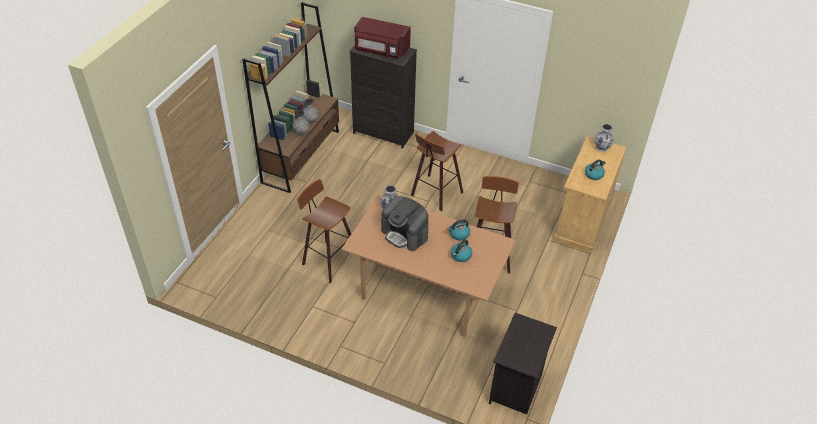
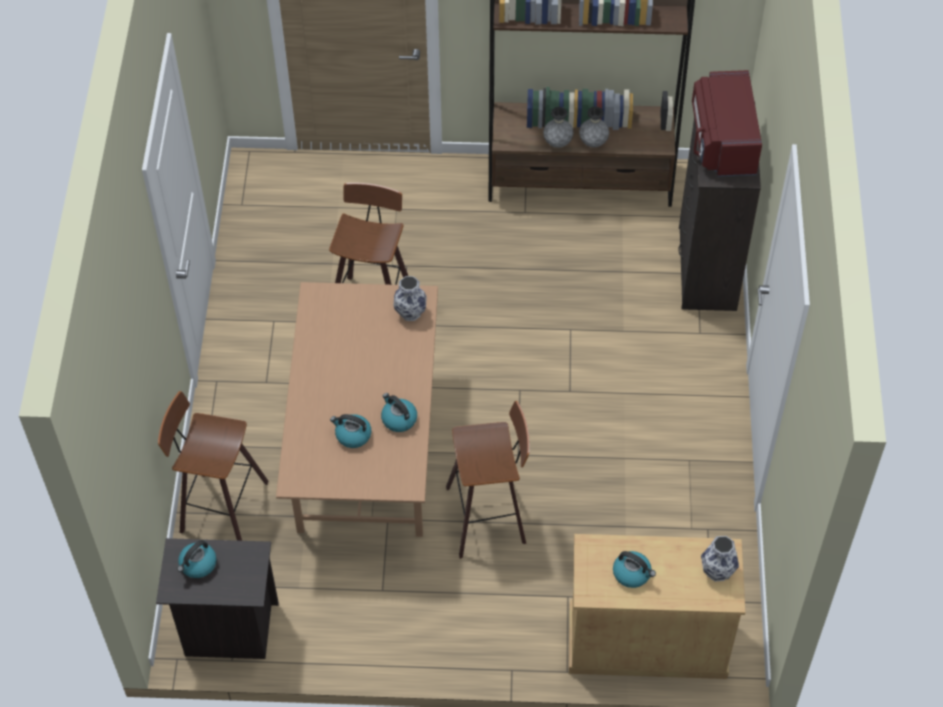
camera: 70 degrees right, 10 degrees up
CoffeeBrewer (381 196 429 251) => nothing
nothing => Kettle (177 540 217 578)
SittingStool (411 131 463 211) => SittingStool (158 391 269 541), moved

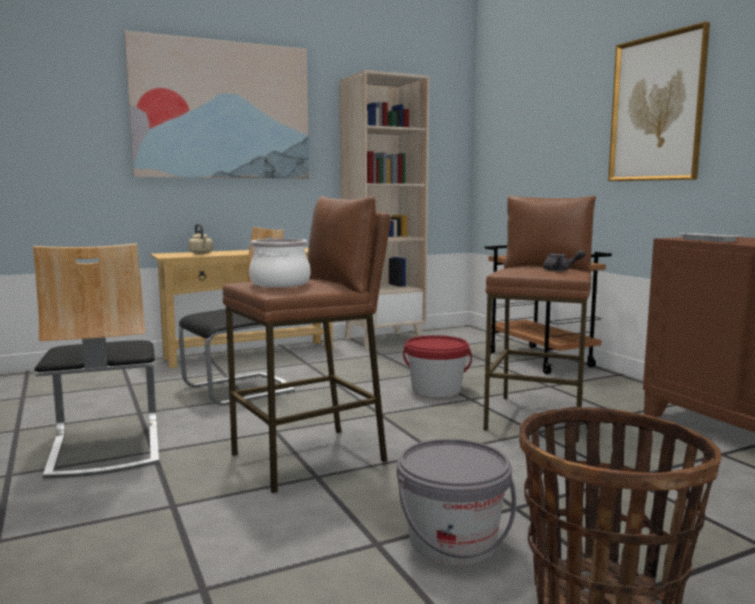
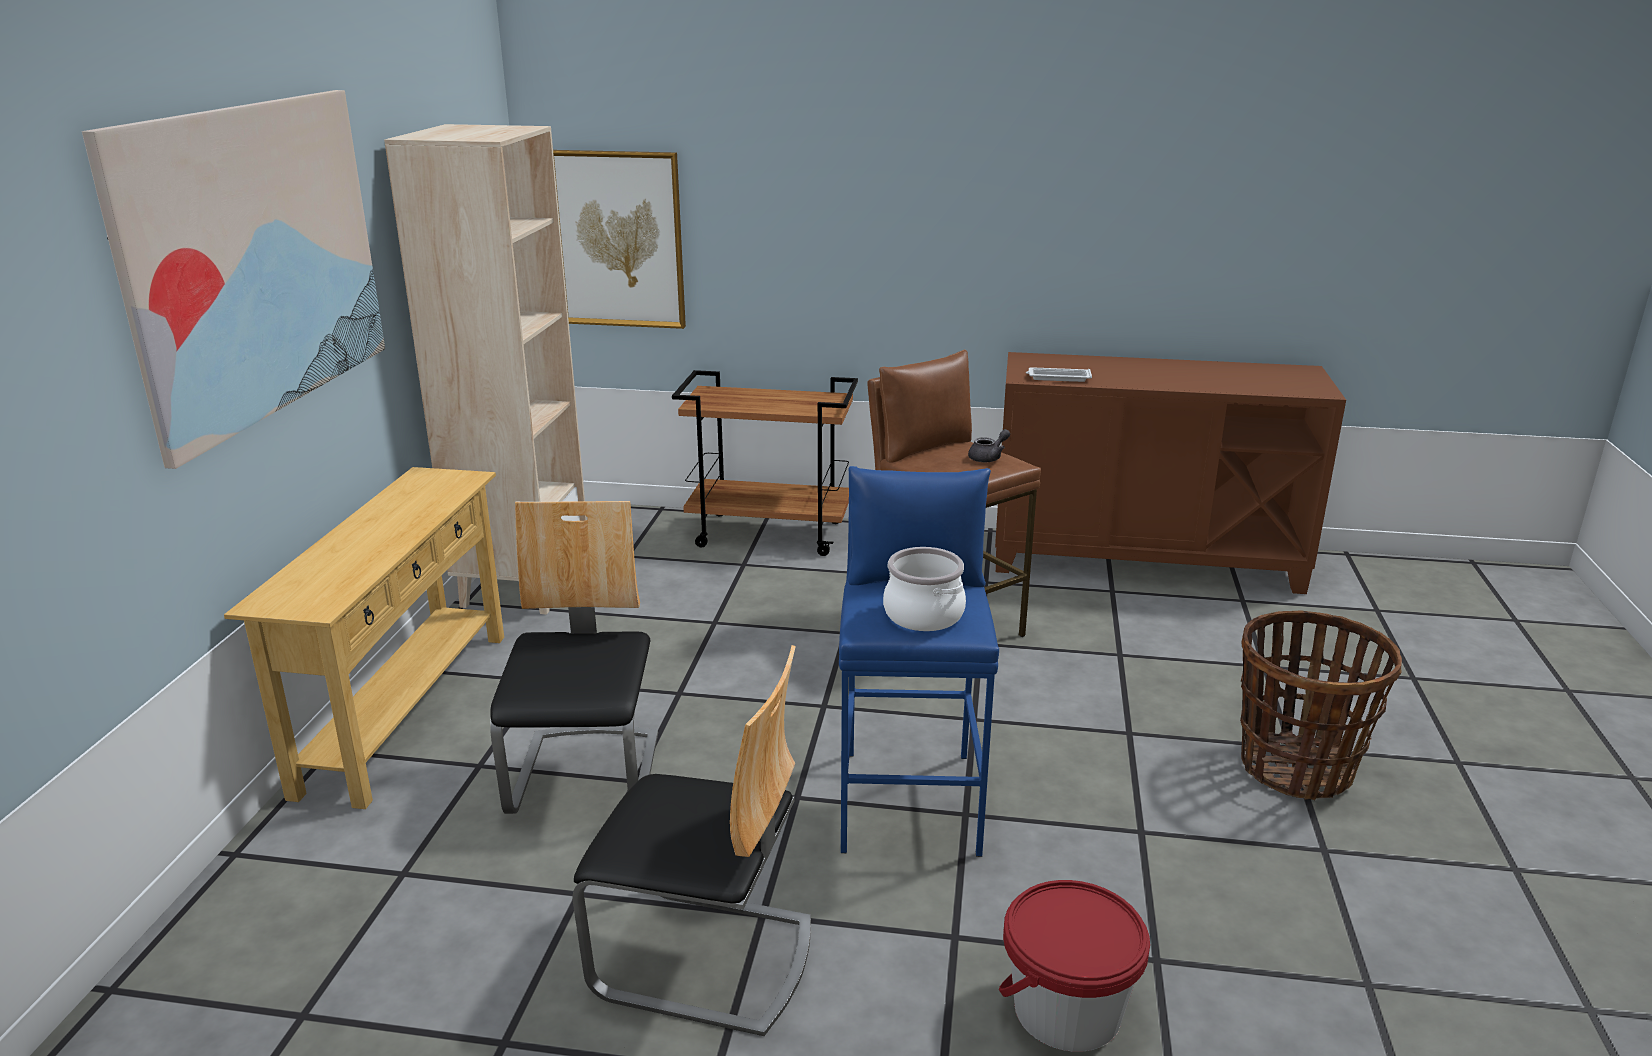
camera: 55 degrees left, 15 degrees up
SandColouredKettle (188 224 213 254) => nothing
GreyPail (397 439 516 565) => nothing
RedColouredPail (403 335 472 398) => RedColouredPail (999 880 1150 1052), moved
WallArt (608 22 710 181) => WallArt (553 150 686 329), moved
BrownSittingStool (223 196 391 493) => BluishSittingStool (839 466 999 857)

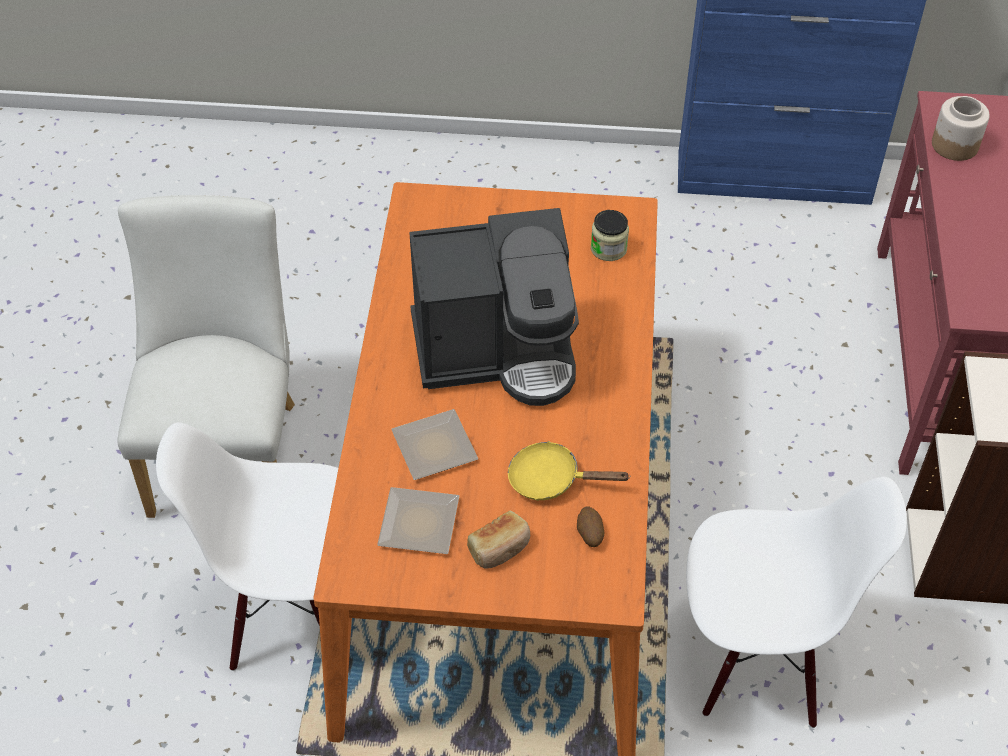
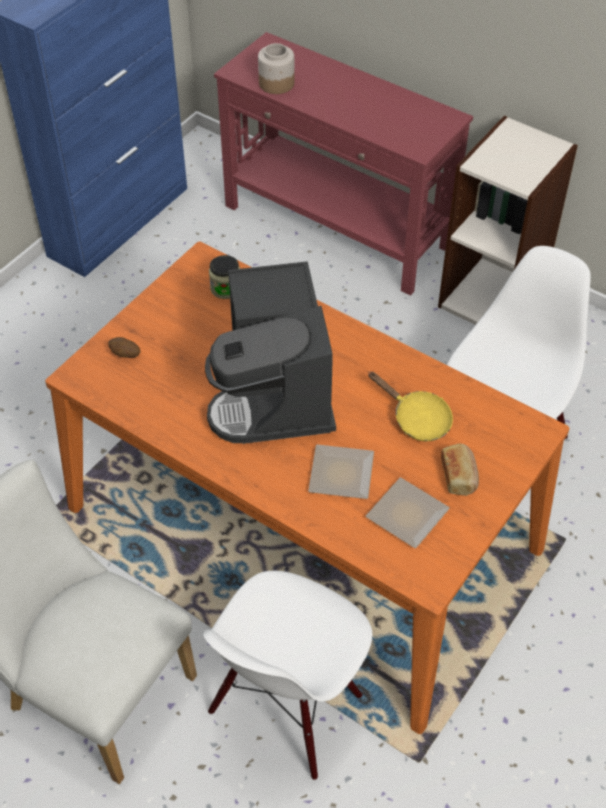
camera: 60 degrees left, 0 degrees up
WholePotato (577 506 604 547) => WholePotato (108 337 141 358), moved
CoffeeBrewer (409 208 579 406) => CoffeeBrewer (205 261 336 444), 150 degrees clockwise
YellowishSkillet (508 441 631 501) => YellowishSkillet (368 371 453 441), 90 degrees counterclockwise

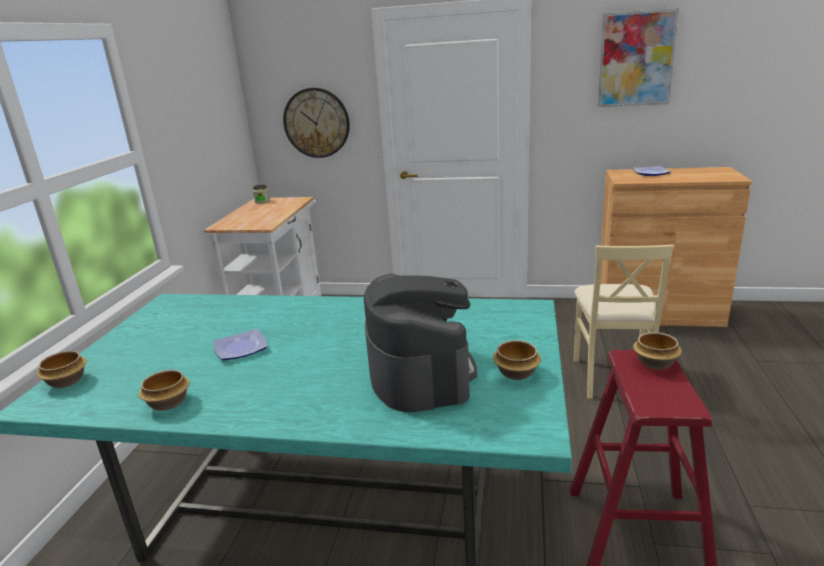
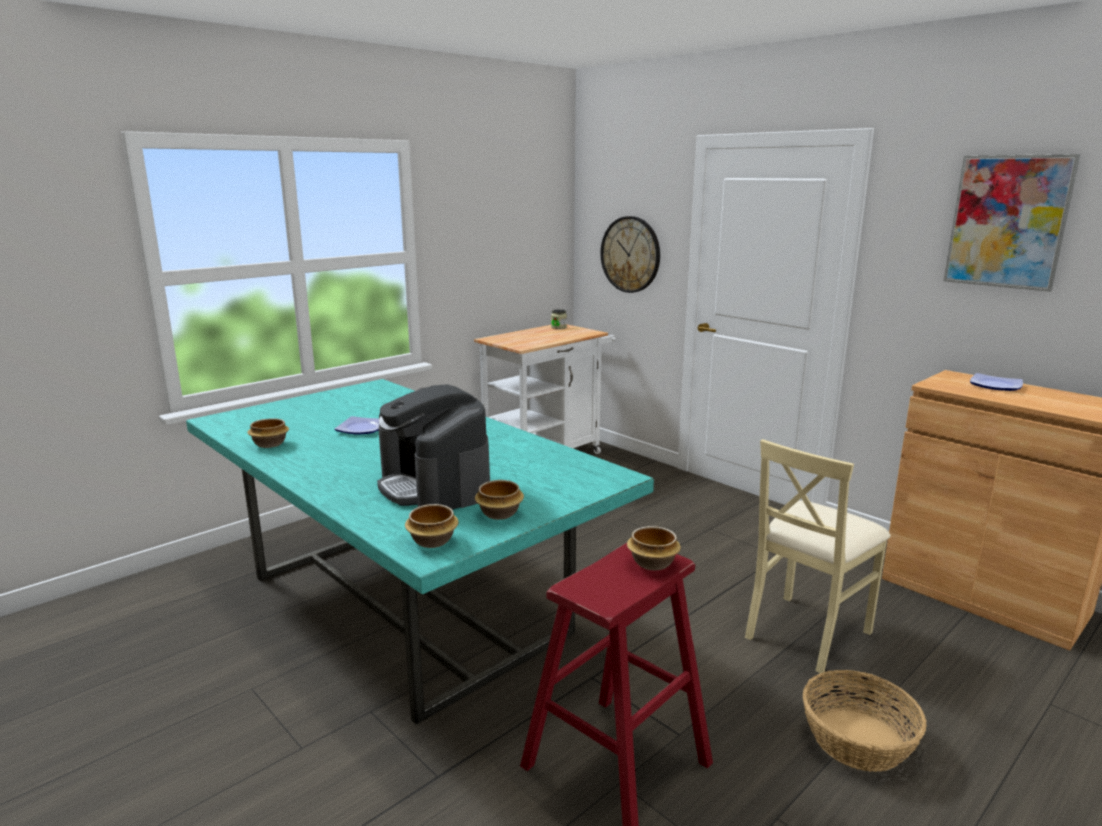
camera: 35 degrees right, 5 degrees down
nothing => Basket (803 670 927 772)
DeepDish (37 351 87 388) => DeepDish (405 504 459 548), moved
CoffeeBrewer (364 274 477 412) => CoffeeBrewer (377 384 490 510), 120 degrees clockwise

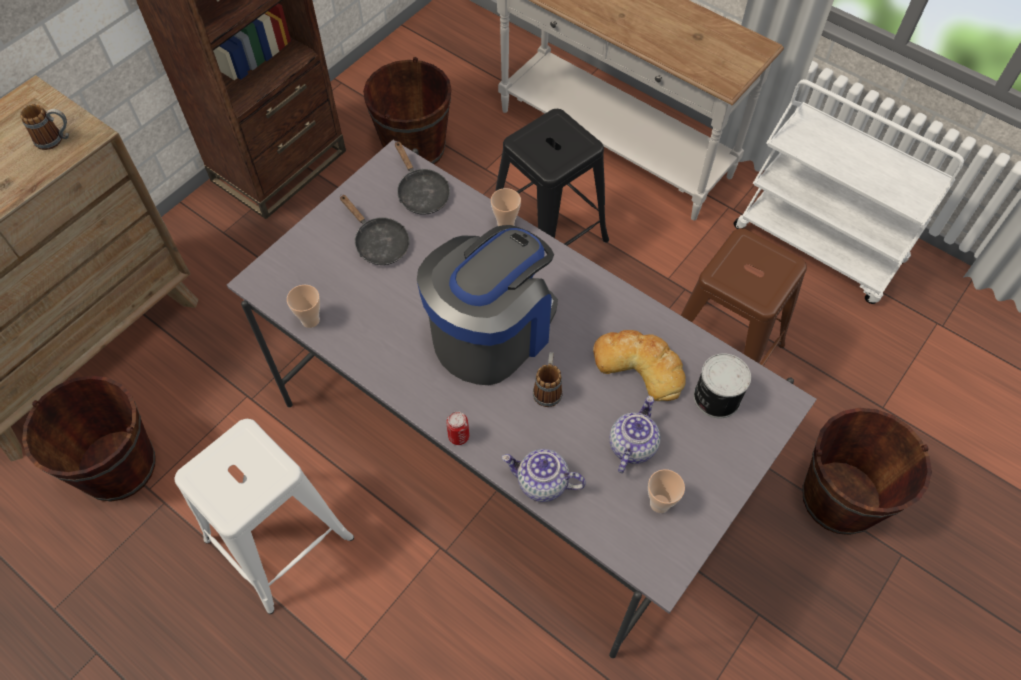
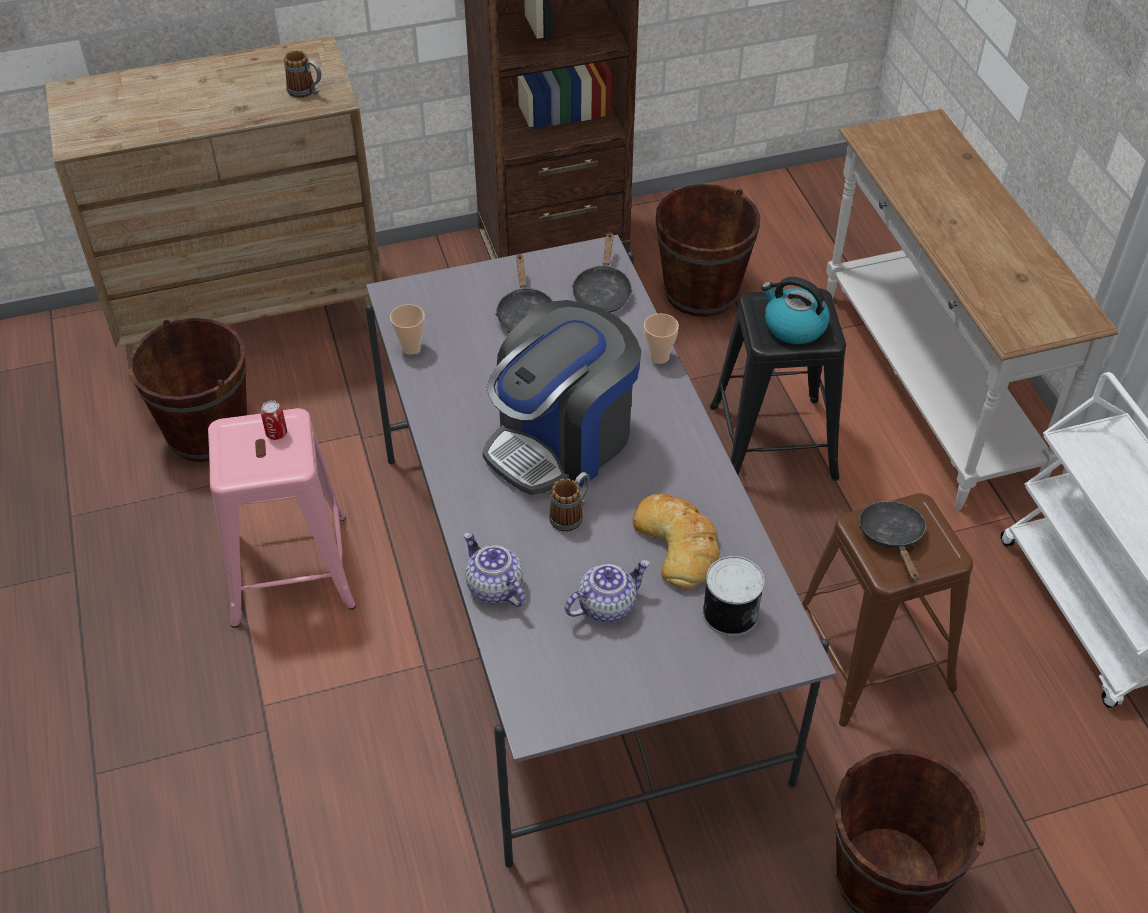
camera: 35 degrees right, 10 degrees down
SmallCup (648 469 685 513) => nothing
nothing => Kettle (761 277 830 344)
nothing => BlackishSkillet (859 501 926 582)
SealedCan (446 411 469 445) => SealedCan (261 400 287 440), moved
WhiteColouredSittingStool (175 419 354 614) => PinkSittingStool (208 408 356 628)
CoffeeBrewer (417 225 558 385) => CoffeeBrewer (482 300 641 495), 150 degrees clockwise

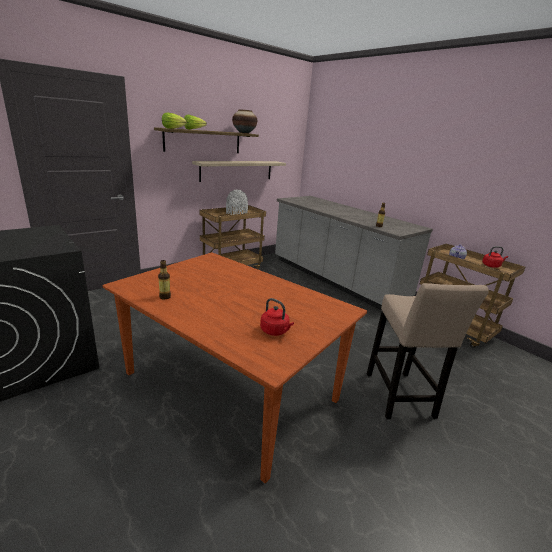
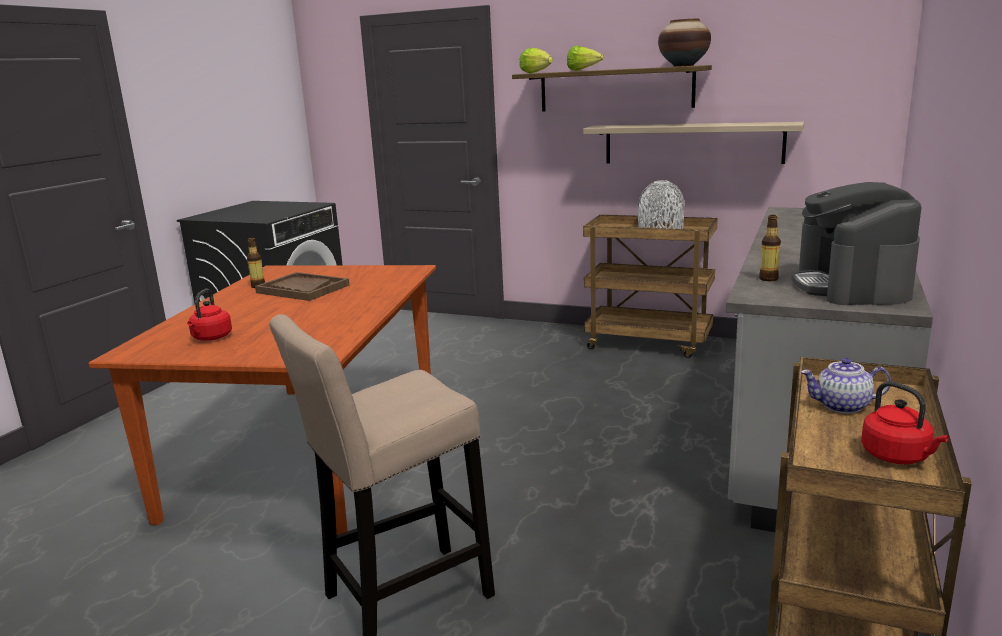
camera: 65 degrees right, 5 degrees down
nothing => BrownTray (255 272 349 301)
nothing => CoffeeBrewer (791 182 922 305)

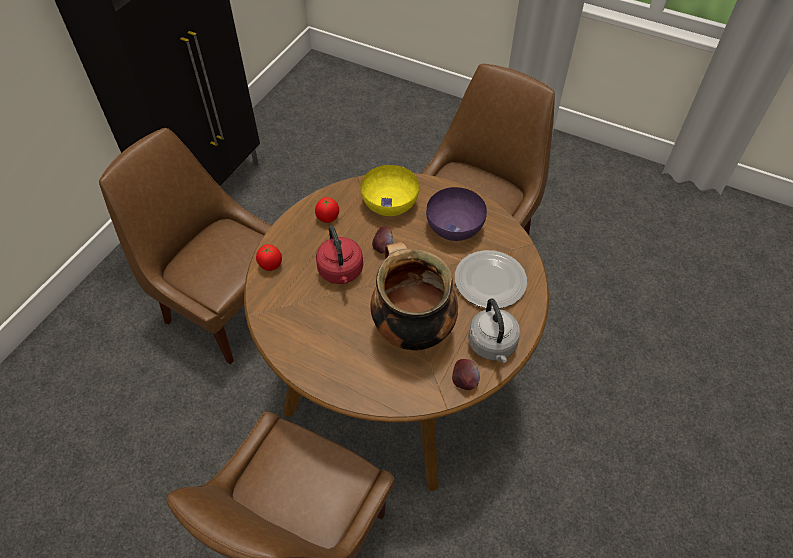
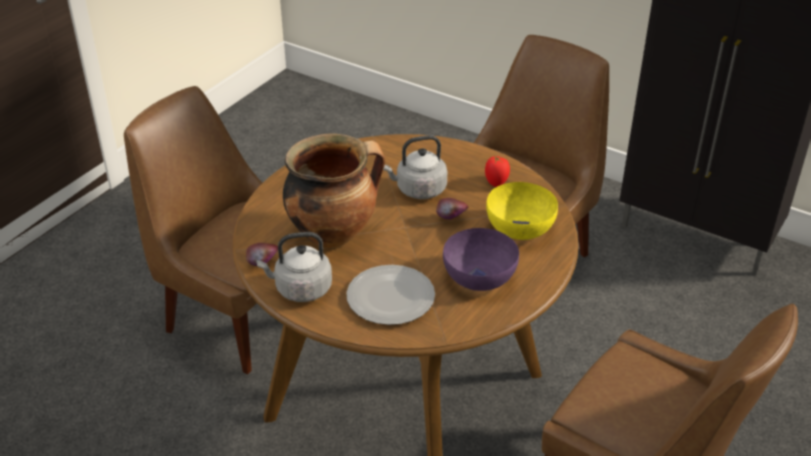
camera: 95 degrees right, 15 degrees down
WholeTomato (256 244 282 271) => nothing
RedColouredKettle (316 225 363 284) => GreyKettle (383 135 447 199)

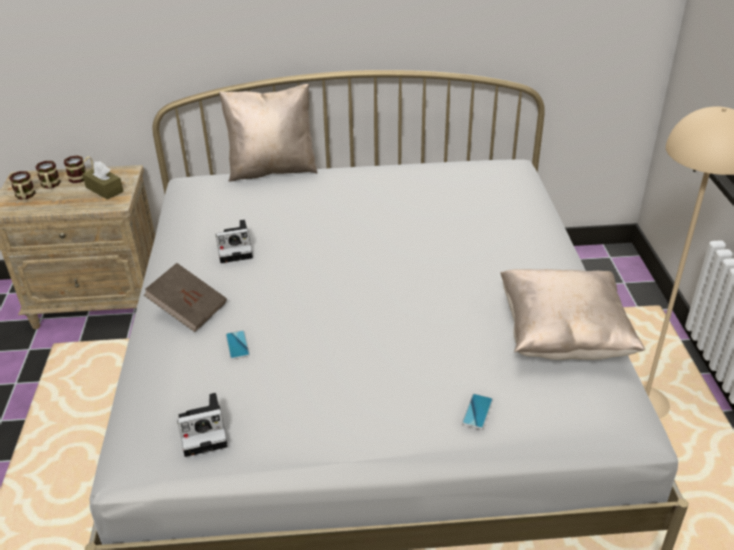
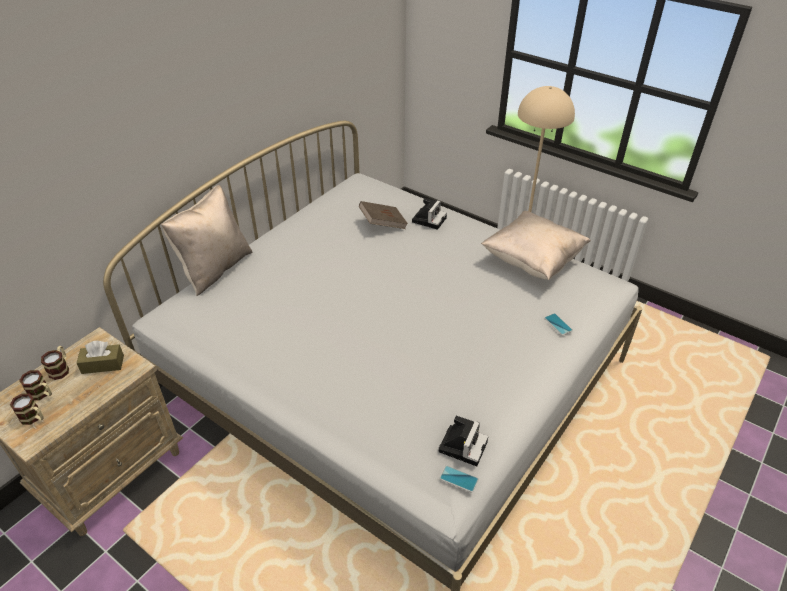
camera: 50 degrees left, 5 degrees up
BrownBoundBook (144 263 227 332) => BrownBoundBook (359 201 408 229), moved
PhotoCamera (216 220 253 263) => PhotoCamera (412 198 447 230), moved
Phone (225 330 250 360) => Phone (440 466 479 493), moved

